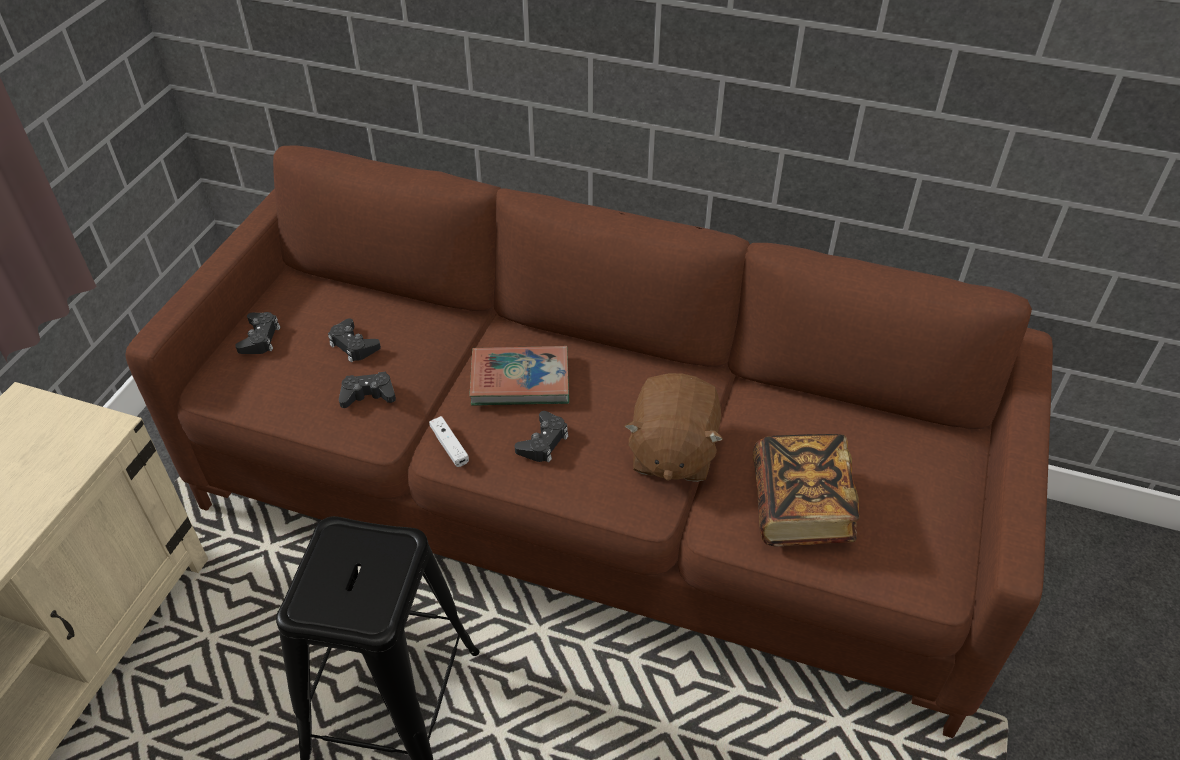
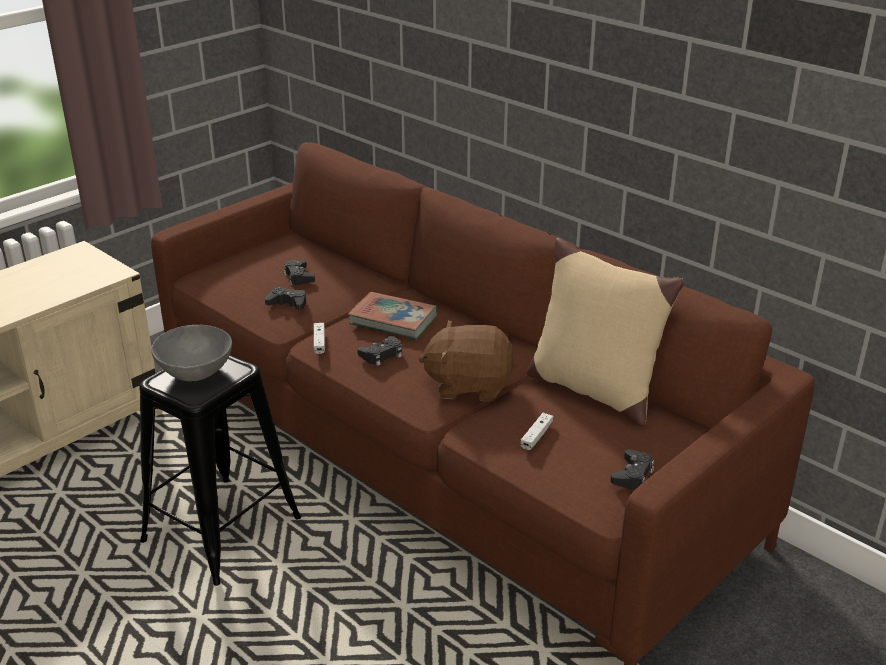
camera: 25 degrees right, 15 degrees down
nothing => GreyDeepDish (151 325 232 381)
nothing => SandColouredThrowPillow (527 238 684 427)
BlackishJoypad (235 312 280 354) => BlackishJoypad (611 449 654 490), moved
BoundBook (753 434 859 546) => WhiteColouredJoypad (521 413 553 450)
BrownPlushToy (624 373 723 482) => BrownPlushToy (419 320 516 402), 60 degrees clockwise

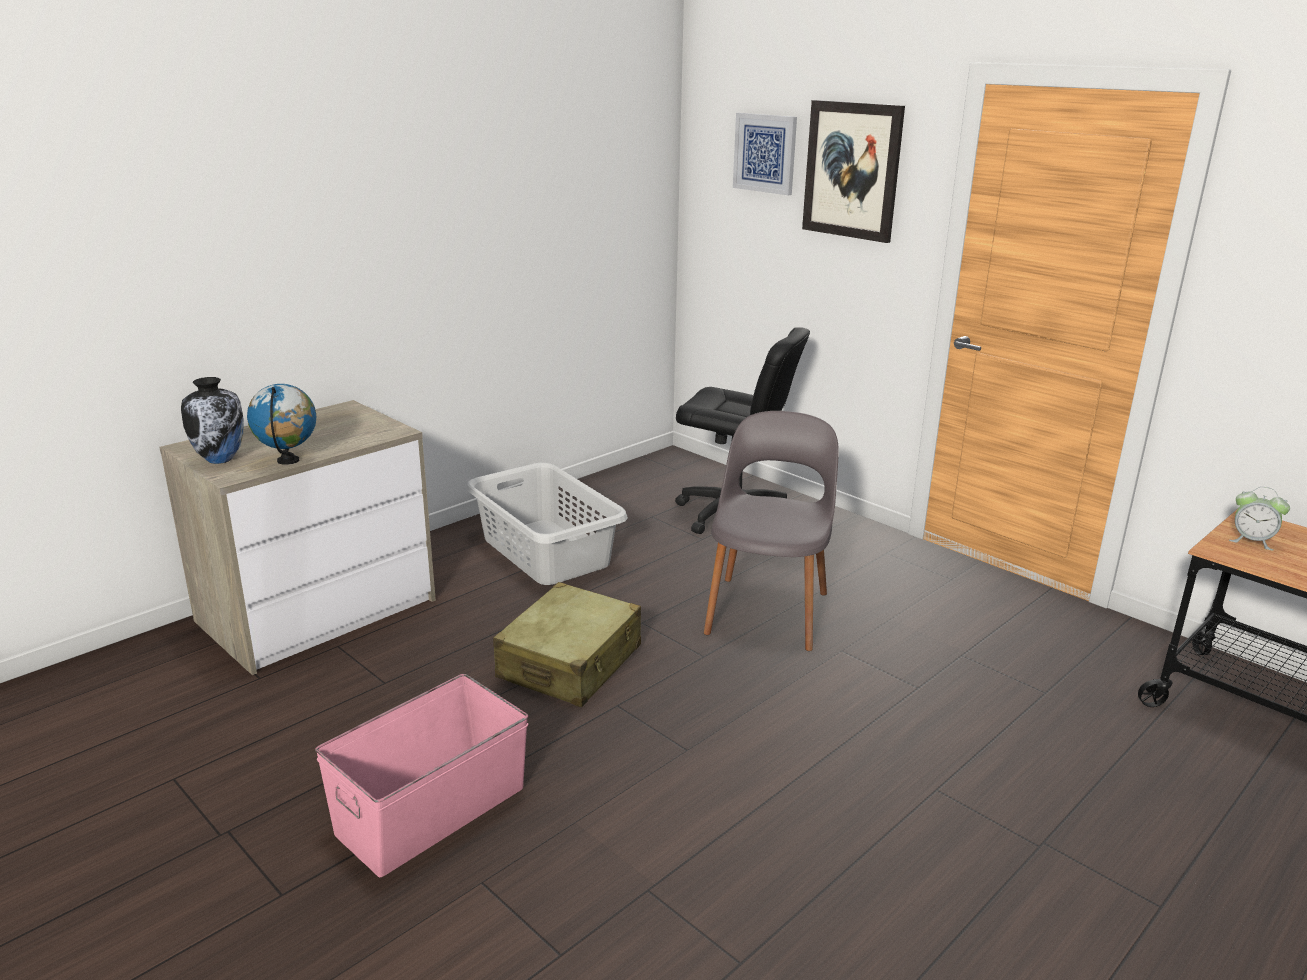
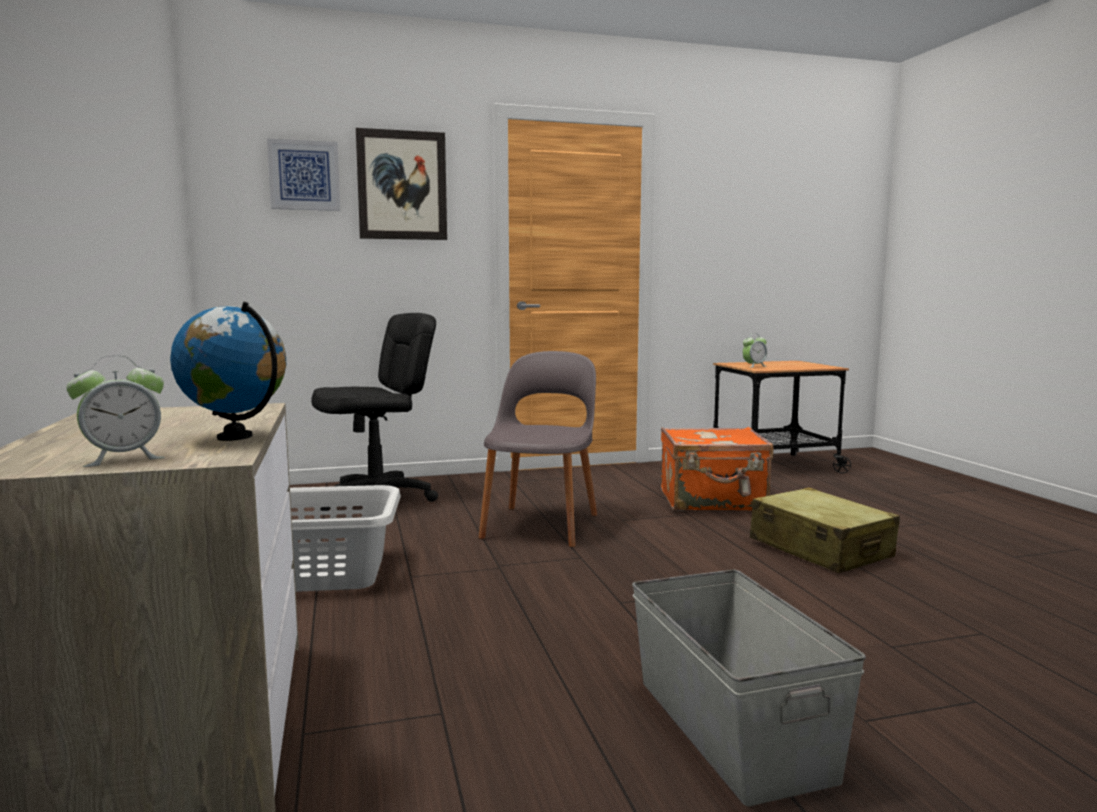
camera: 60 degrees left, 15 degrees down
nothing => OrangeySuitcase (661 427 773 511)
SandColouredSuitcase (493 582 641 707) => SandColouredSuitcase (750 487 900 573), moved
FlowerVase (181 377 244 464) => BedsideClock (66 356 165 467)
PinkStorageContainer (315 674 528 877) => GreyStorageContainer (632 570 866 806)
GreyPlainChair (704 411 839 651) => GreyPlainChair (479 351 597 547), 60 degrees clockwise

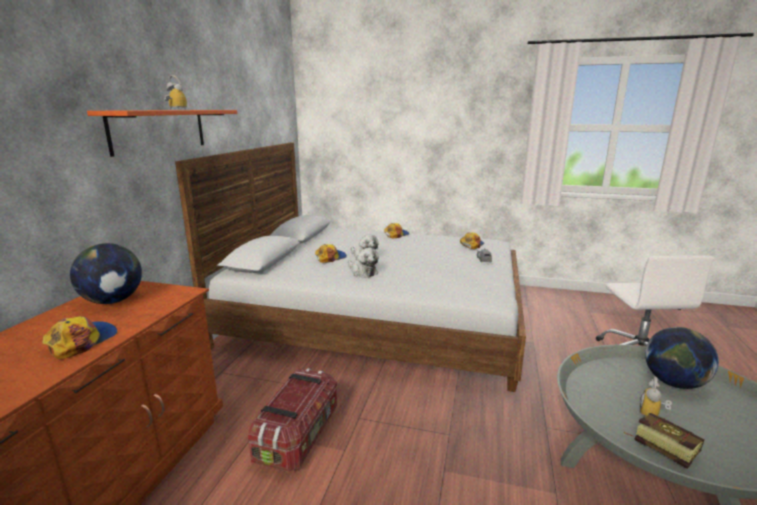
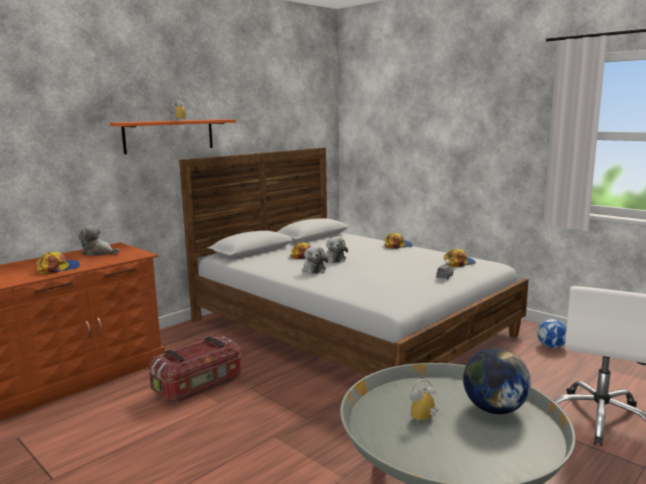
camera: 30 degrees right, 5 degrees down
BoundBook (624 413 704 469) => nothing
nothing => BallForFootball (537 319 567 348)
DeskGlobe (70 243 142 304) => PlushToy (79 226 119 256)

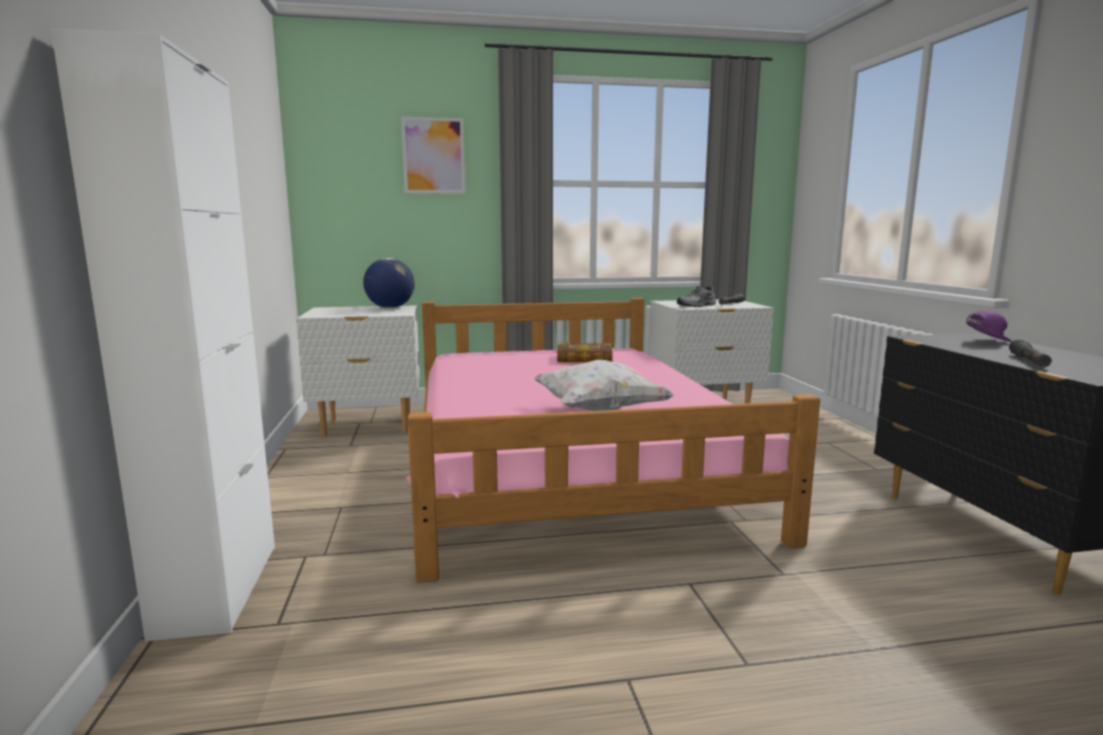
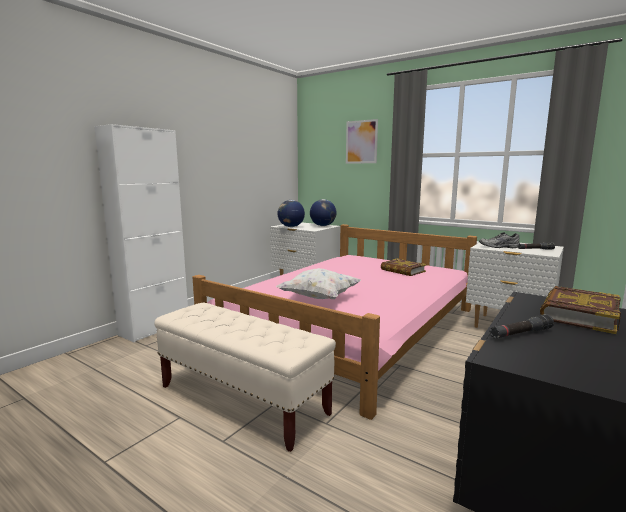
camera: 45 degrees right, 0 degrees up
nothing => SandColouredBench (154 302 336 452)
nothing => DeskGlobe (278 200 305 227)
PurpleColouredBaseballCap (966 310 1012 342) => BoundBook (540 286 621 334)

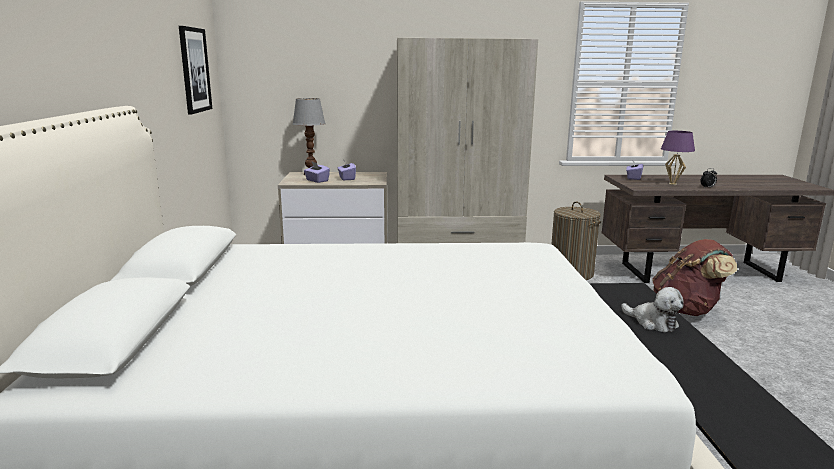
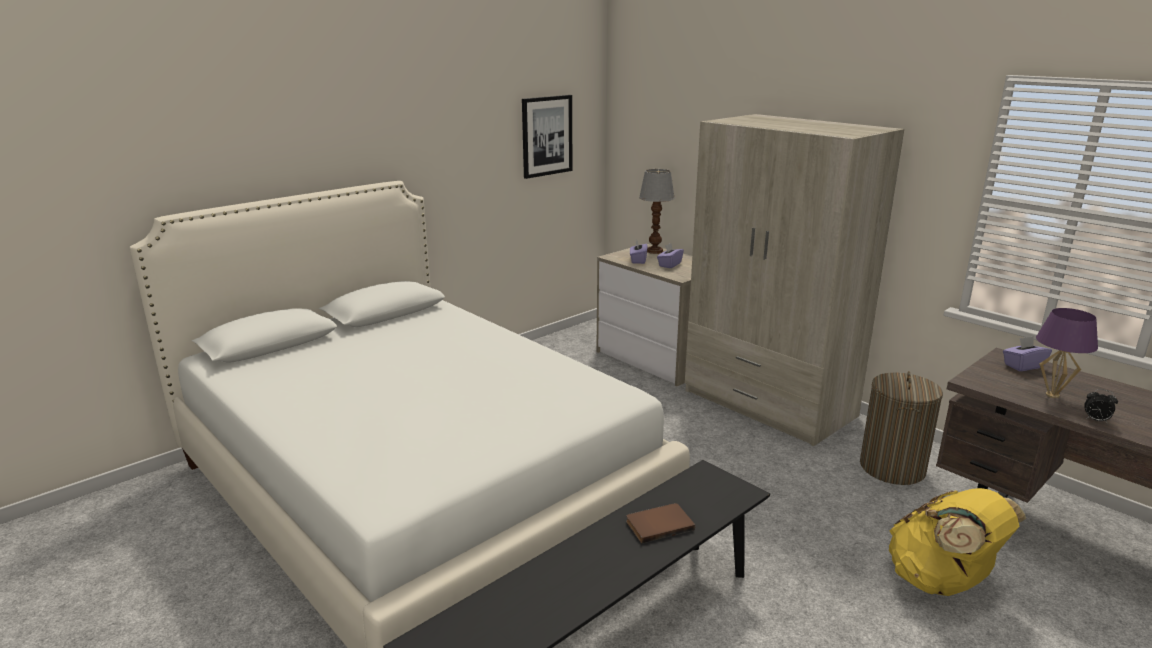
camera: 50 degrees right, 5 degrees up
PlushToy (621 287 684 332) => BrownBoundBook (626 503 695 544)
BrownKnapsack (652 239 737 316) => YellowishKnapsack (889 488 1026 596)

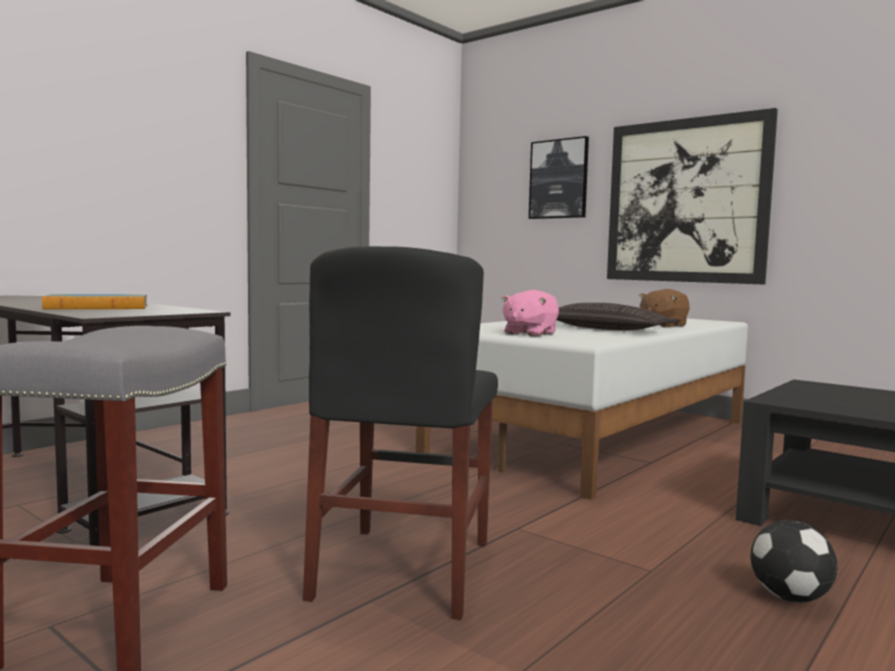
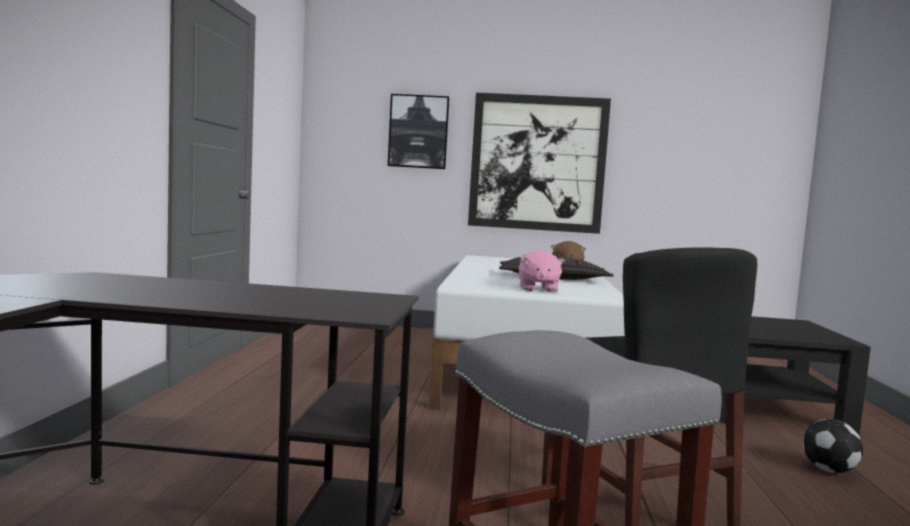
camera: 35 degrees left, 0 degrees up
BoundBook (42 294 147 309) => nothing

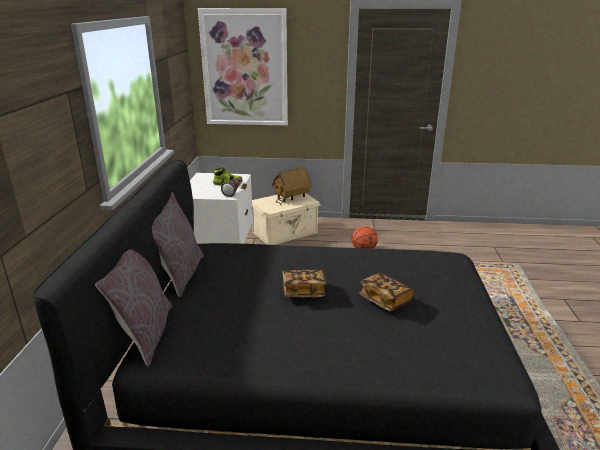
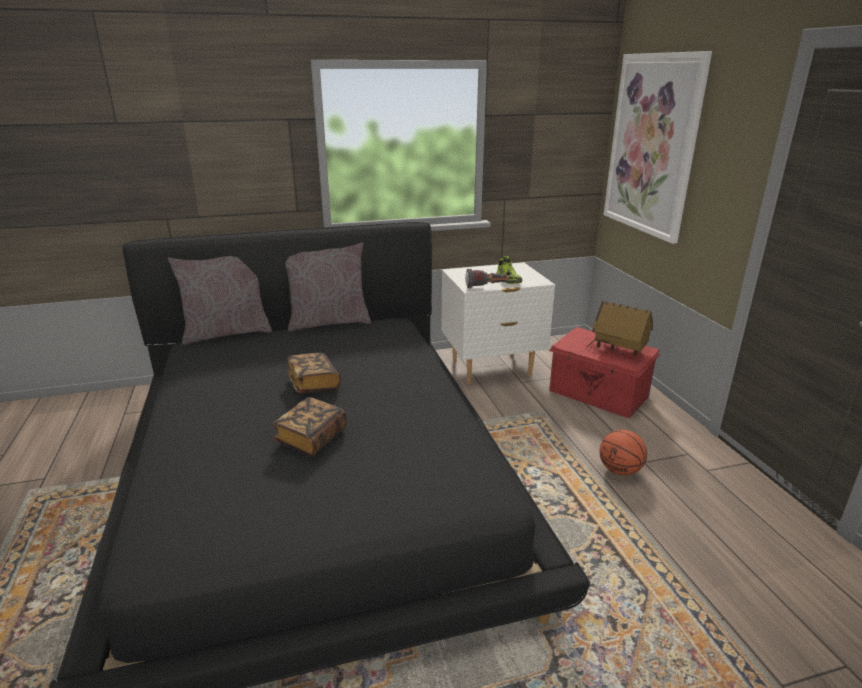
camera: 70 degrees right, 0 degrees up
SandColouredStorageContainer (252 193 321 245) => RedColouredStorageContainer (548 327 660 418)

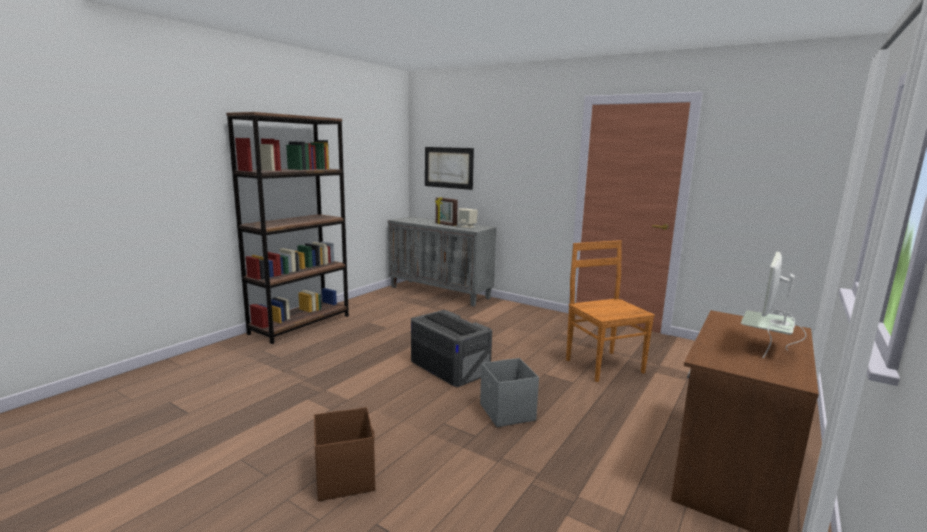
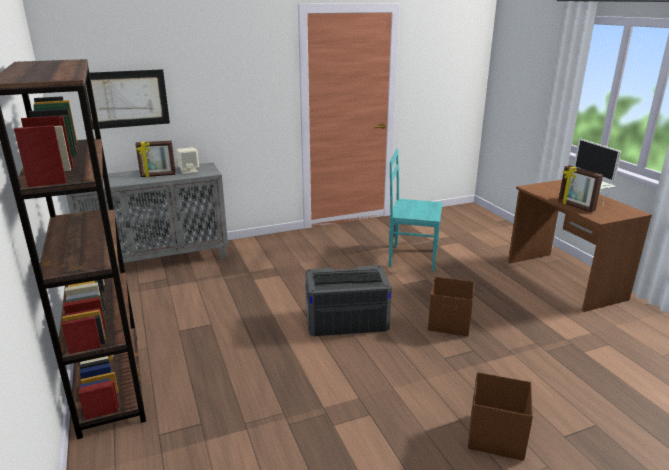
camera: 55 degrees left, 10 degrees up
nothing => PictureFrame (558 165 603 212)
GreyStorageContainer (480 358 539 427) => BrownStorageContainer (428 277 475 337)
BrownPlainChair (566 240 655 382) => BlueGreenPlainChair (389 149 443 271)

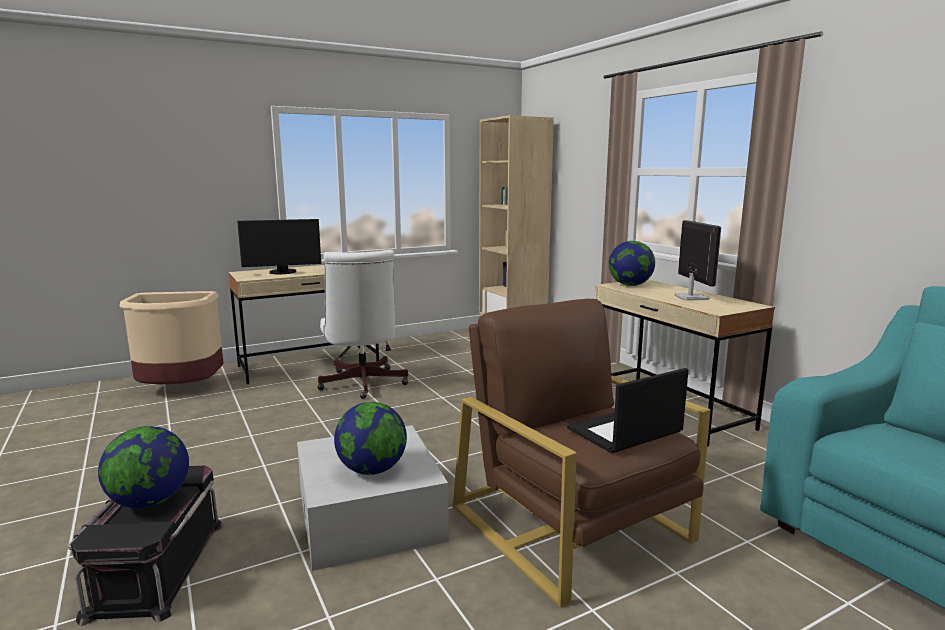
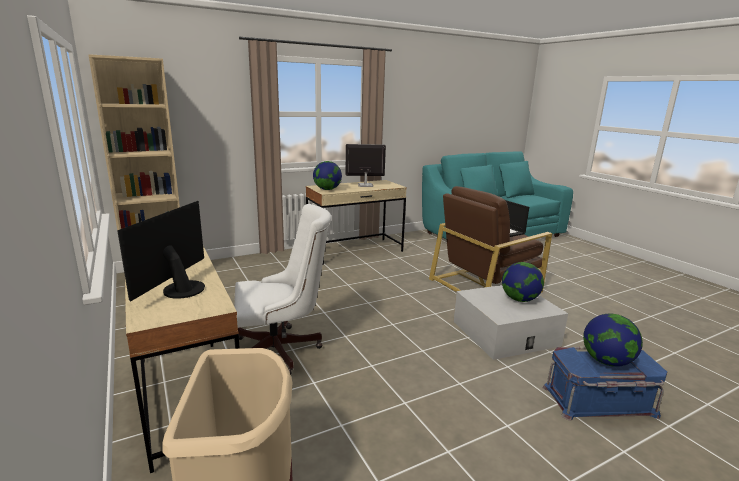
camera: 90 degrees left, 5 degrees up
BlackishStorageContainer (67 465 224 626) => BluishStorageContainer (542 347 667 421)
Monitor (237 219 321 274) => Monitor (117 201 205 302), 150 degrees counterclockwise

